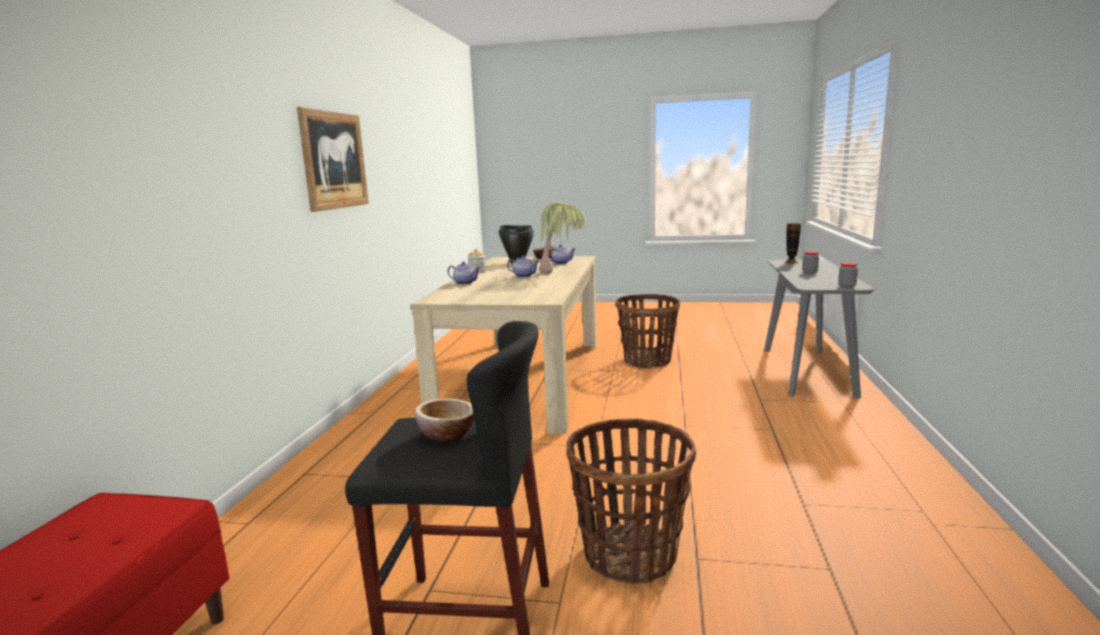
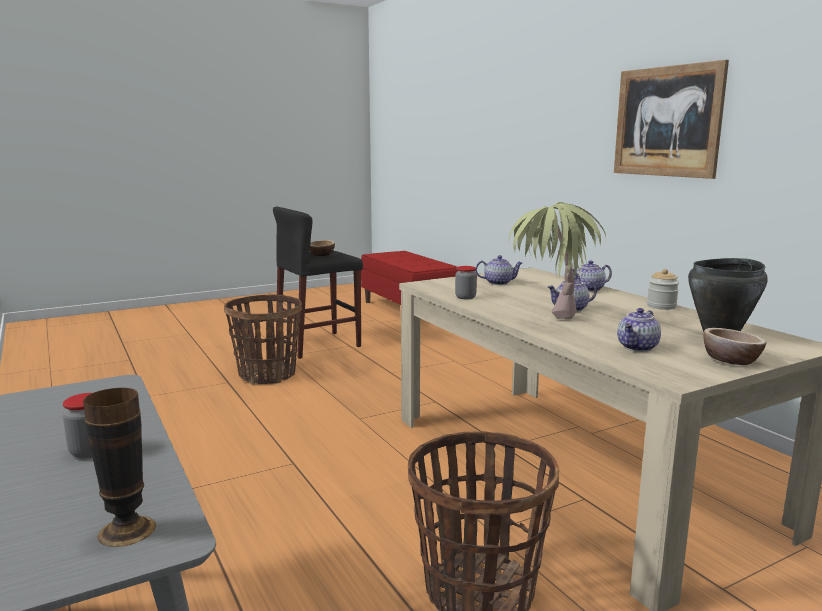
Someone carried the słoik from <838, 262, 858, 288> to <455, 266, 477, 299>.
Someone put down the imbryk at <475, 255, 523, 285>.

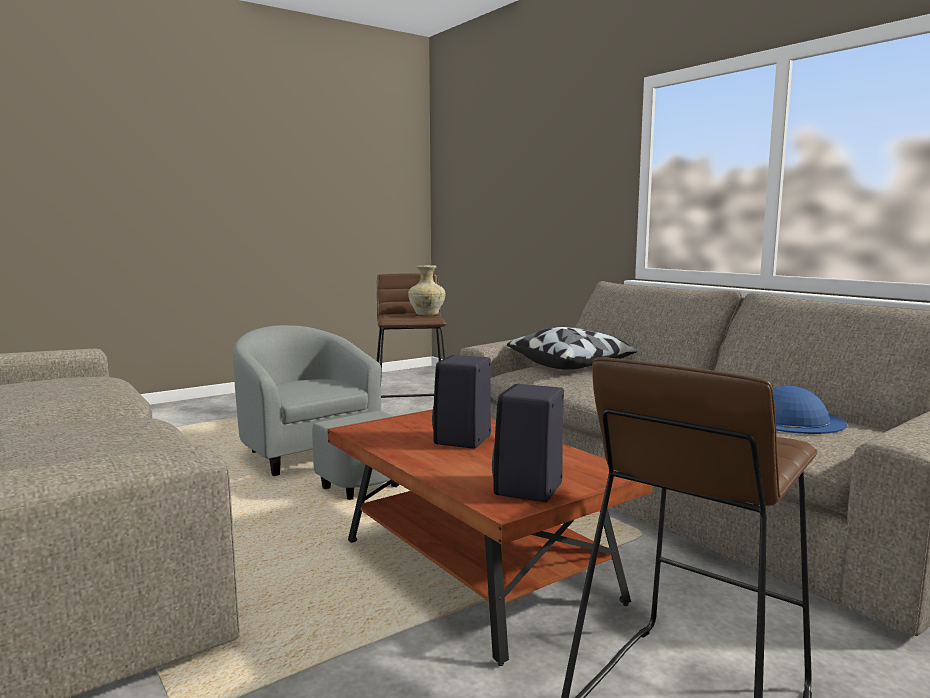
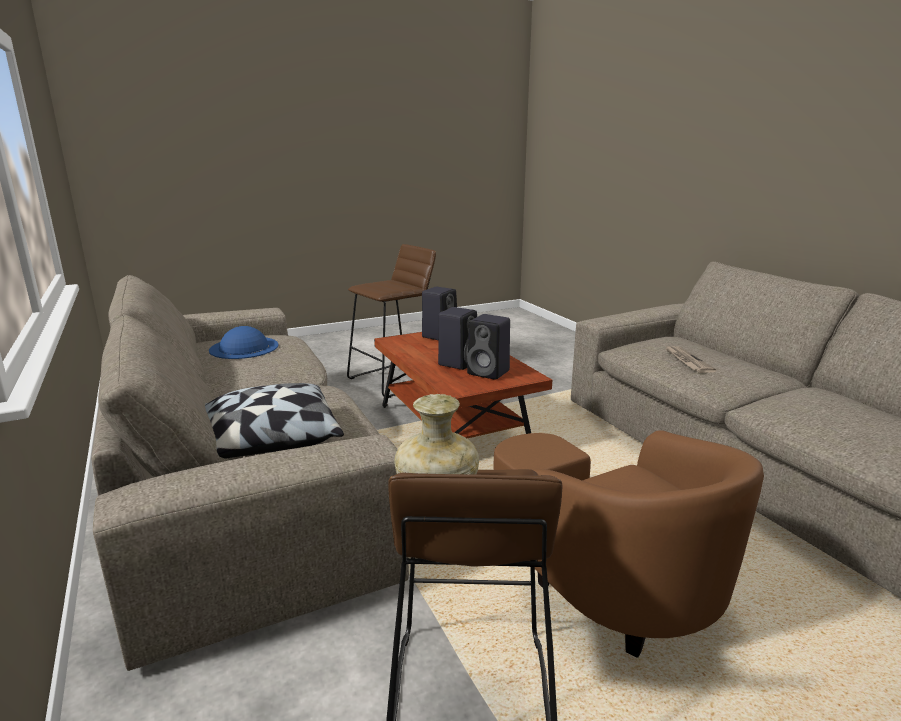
Someone repainted the fotel [szary] at <233, 325, 399, 500>, which became the fotel [brązowy] at <493, 430, 764, 658>.
Someone put down the głośnik [czarny] at <467, 314, 510, 380>.
Someone put down the gazeta at <665, 346, 716, 373>.

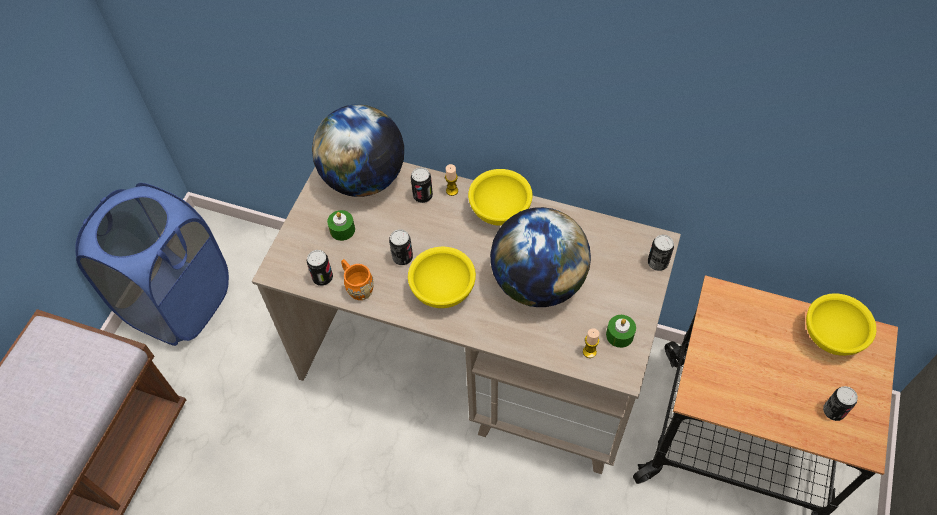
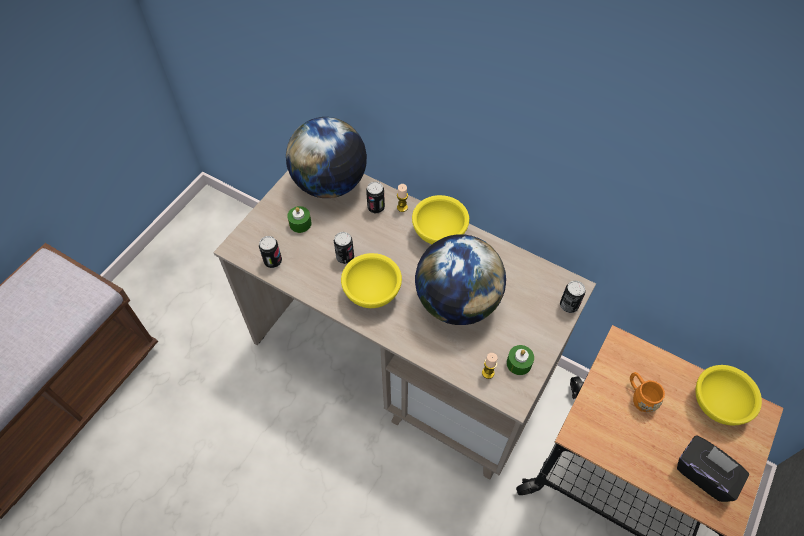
Someone took away the kosz na pranie [niebieski] at <75, 183, 229, 346>.
Someone carried the kubek [pomarańczowy] from <341, 259, 374, 300> to <630, 372, 665, 413>.
Someone swapped the puszka at <823, 386, 858, 421> for the pudełko chusteczek [czarny] at <677, 435, 749, 502>.

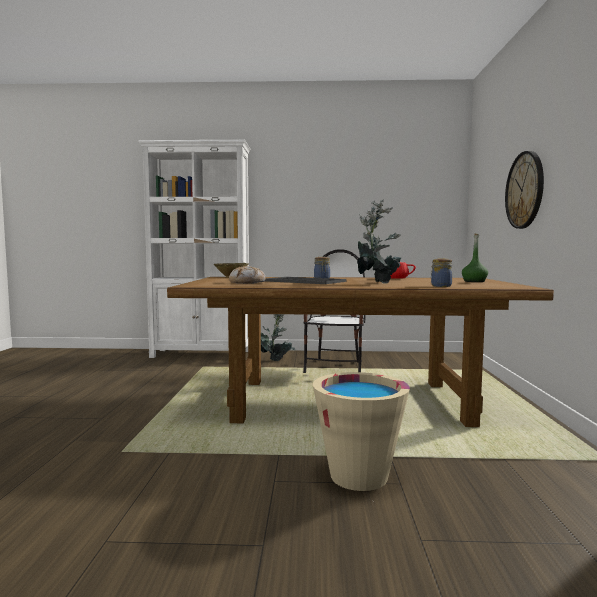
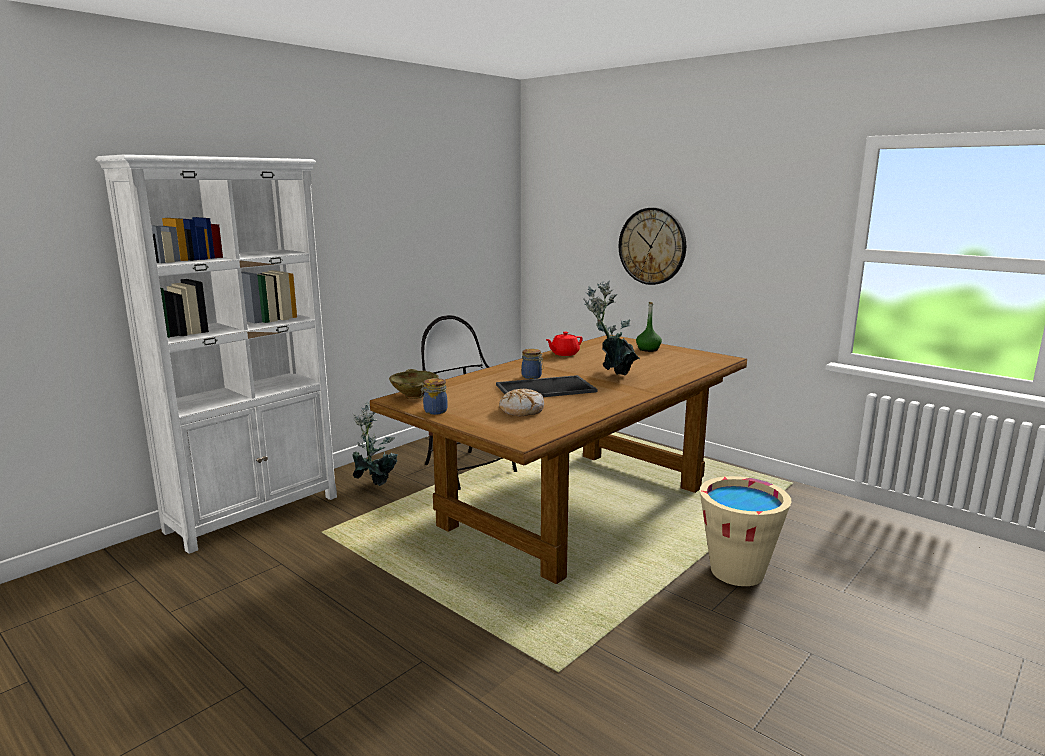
Someone carried the słoik from <431, 259, 452, 287> to <420, 378, 448, 415>.

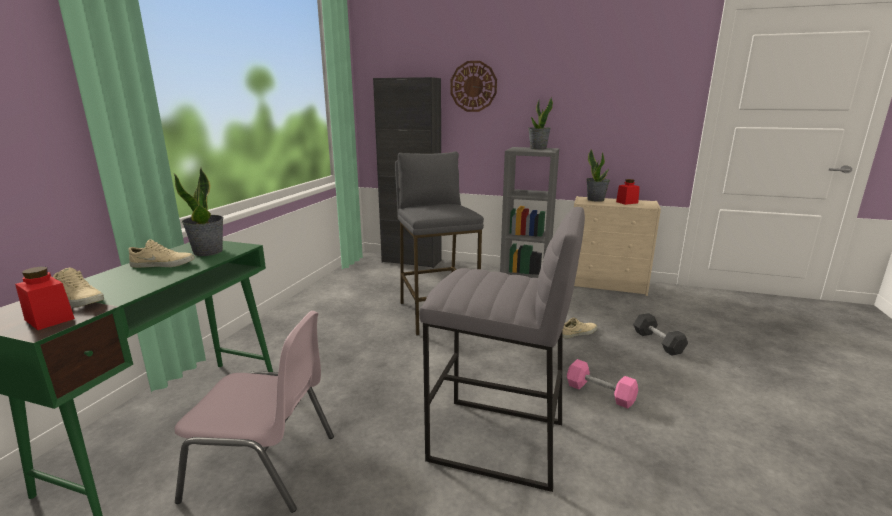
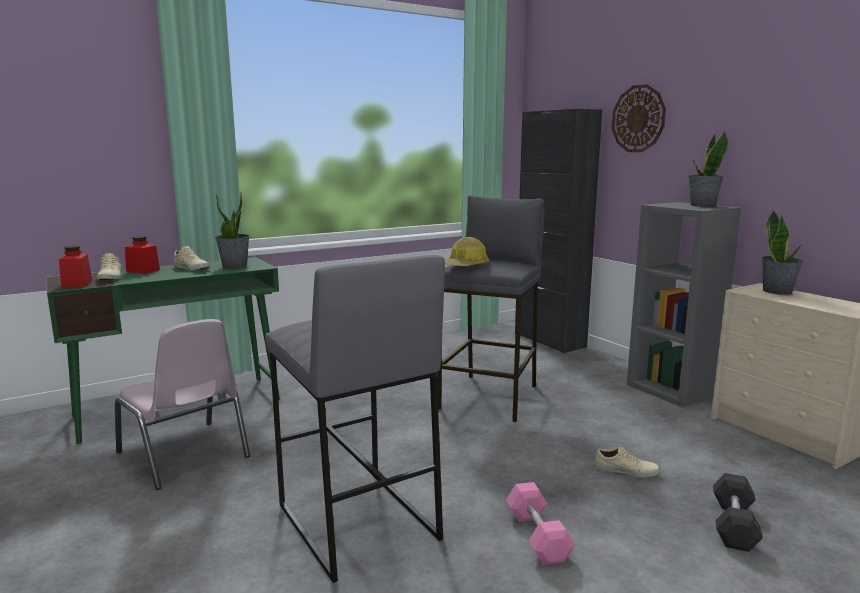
Someone carried the słoik [czerwony] from <616, 179, 640, 205> to <125, 236, 160, 274>.
Someone put down the kask at <445, 237, 489, 266>.

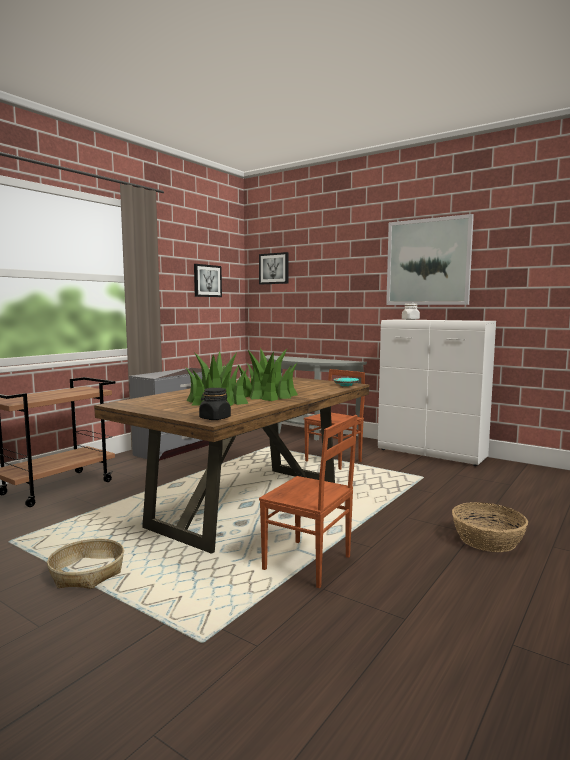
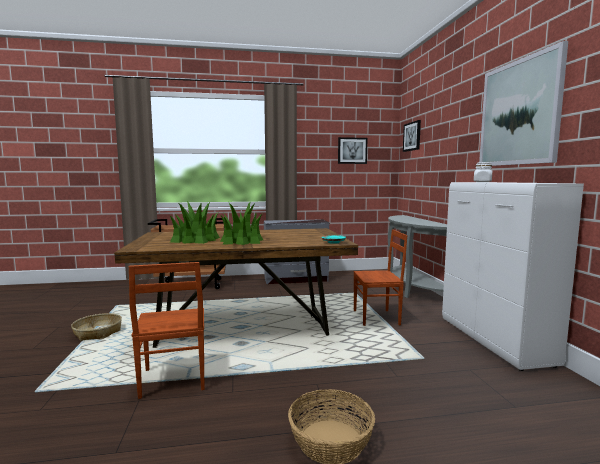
Someone took away the słoik [czarny] at <199, 388, 231, 420>.

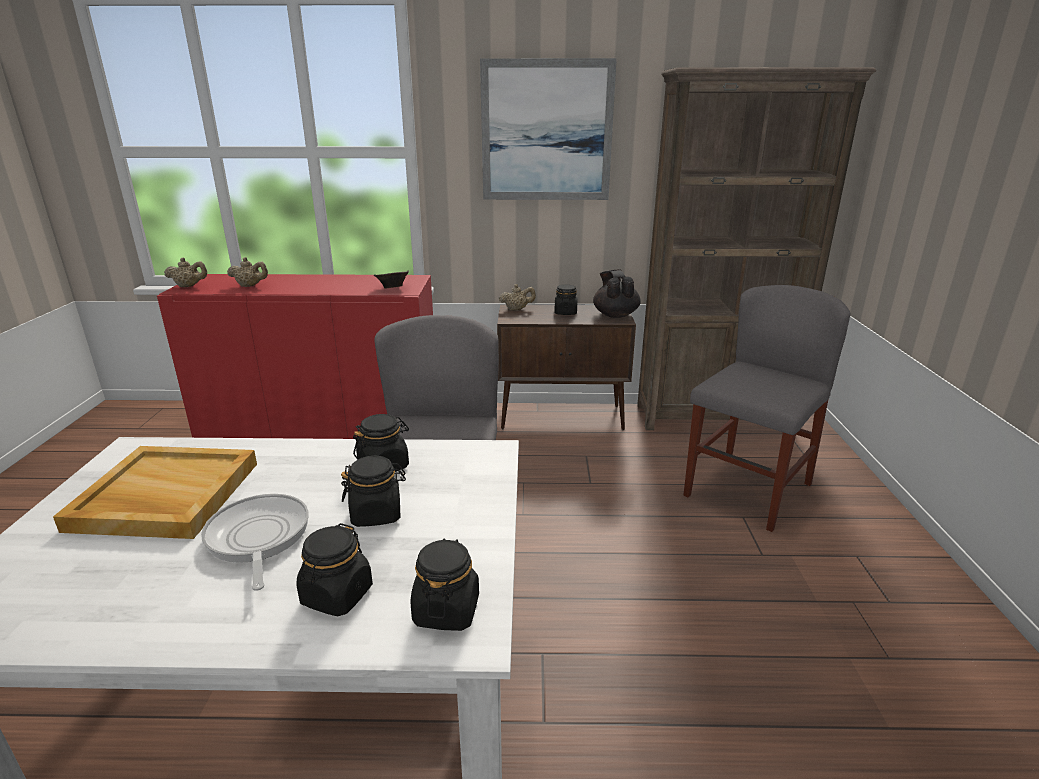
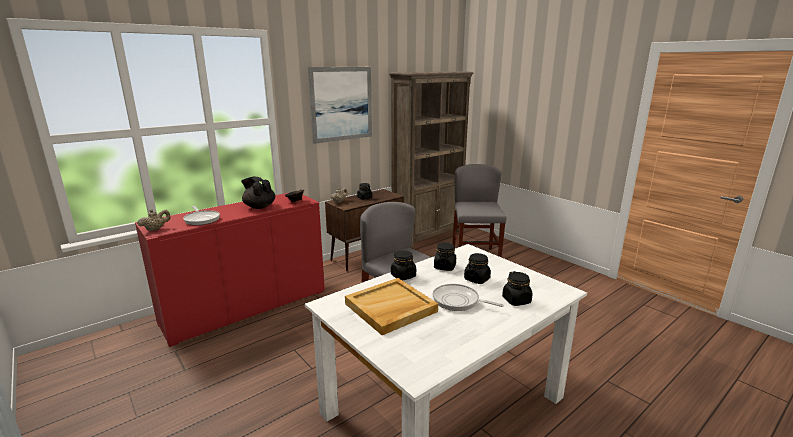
Someone swapped the imbryk [beżowy] at <227, 257, 268, 287> for the patelnia at <183, 206, 220, 225>.
Someone carried the imbryk [czarny] from <593, 269, 641, 318> to <241, 176, 275, 209>.
Someone carried the słoik [czarny] from <410, 538, 479, 631> to <391, 250, 416, 281>.

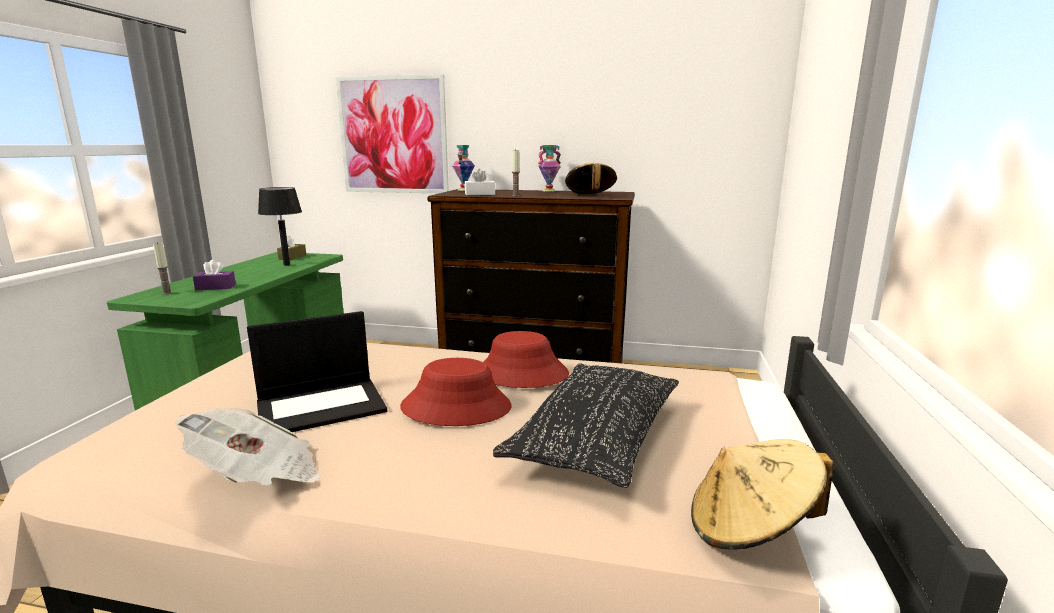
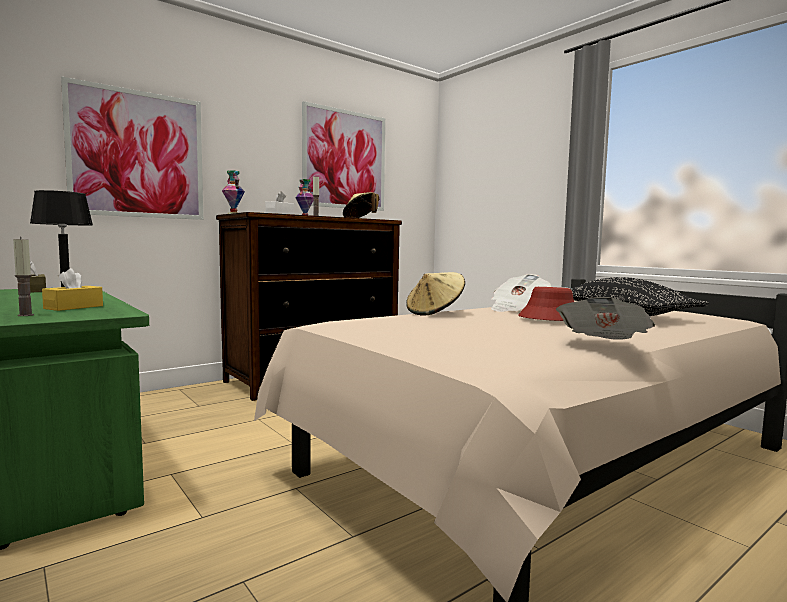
Someone repainted the pudełko chusteczek [fioletowy] at <193, 260, 236, 290>, which became the pudełko chusteczek [żółty] at <42, 268, 103, 311>.
Someone took away the laptop at <247, 311, 387, 432>.
Someone swapped the kapelusz [czerwony] at <483, 331, 569, 388> for the gazeta at <491, 274, 551, 312>.
Someone carried the kapelusz [beżowy] from <691, 439, 834, 549> to <406, 272, 465, 316>.
Someone put up the obraz at <302, 101, 385, 211>.

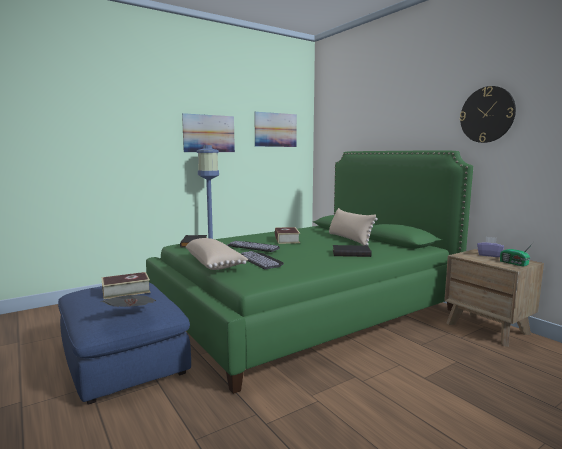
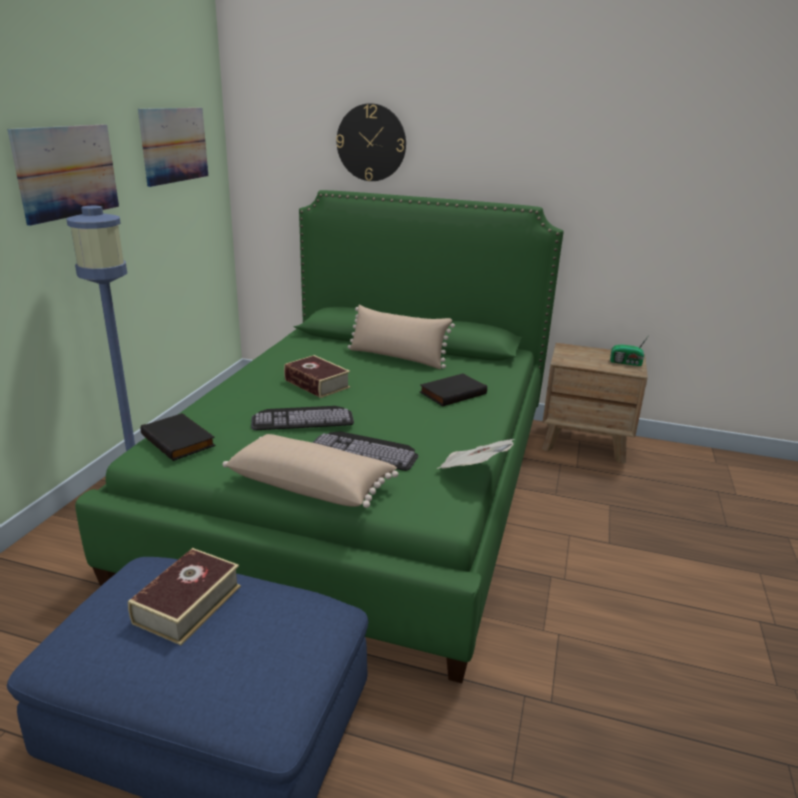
Someone carried the zegar ścienny from <460, 86, 516, 143> to <336, 103, 406, 181>.
Someone took away the pudełko chusteczek [fioletowy] at <477, 237, 504, 257>.
Someone carried the gazeta from <101, 295, 156, 307> to <437, 439, 514, 469>.

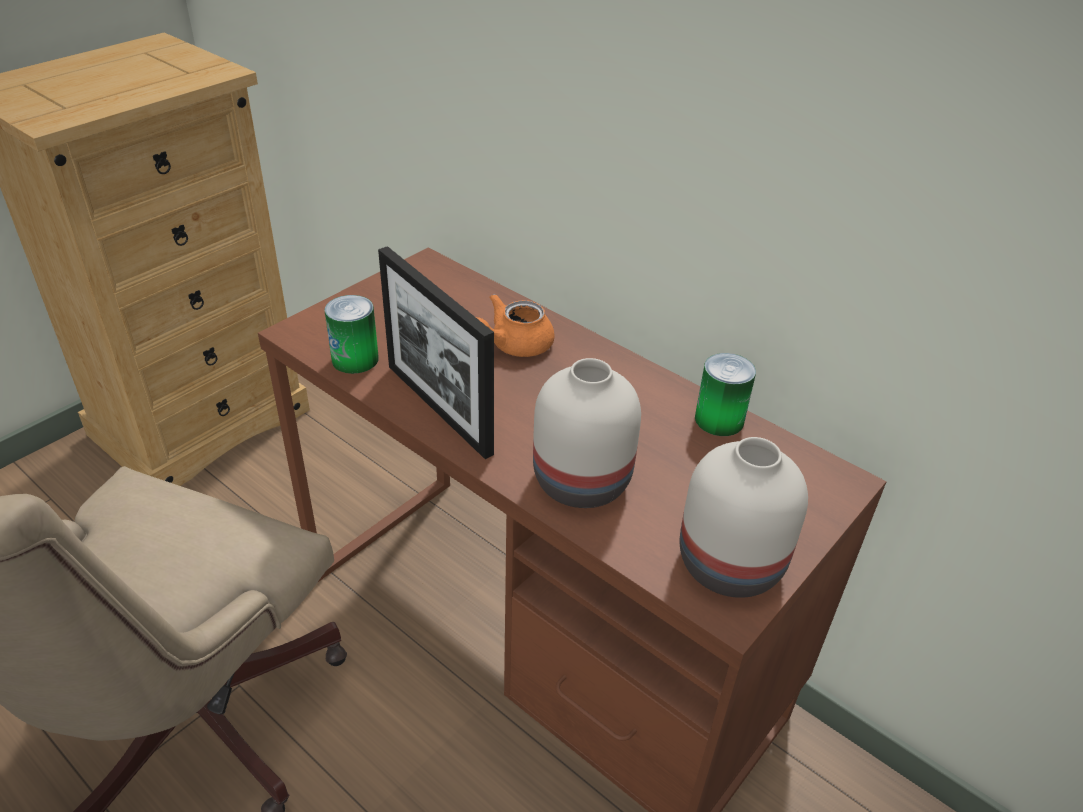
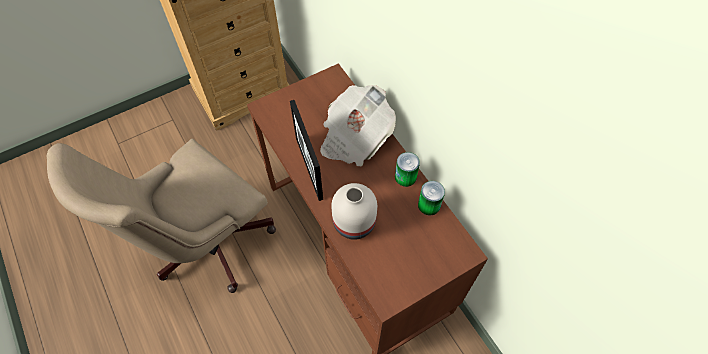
Someone swapped the imbryk [pomarańczowy] at <476, 294, 555, 357> for the gazeta at <320, 85, 396, 166>.
Someone carried the puszka from <325, 295, 379, 374> to <395, 152, 420, 187>.
Someone took away the wazon [biały] at <680, 437, 808, 598>.

